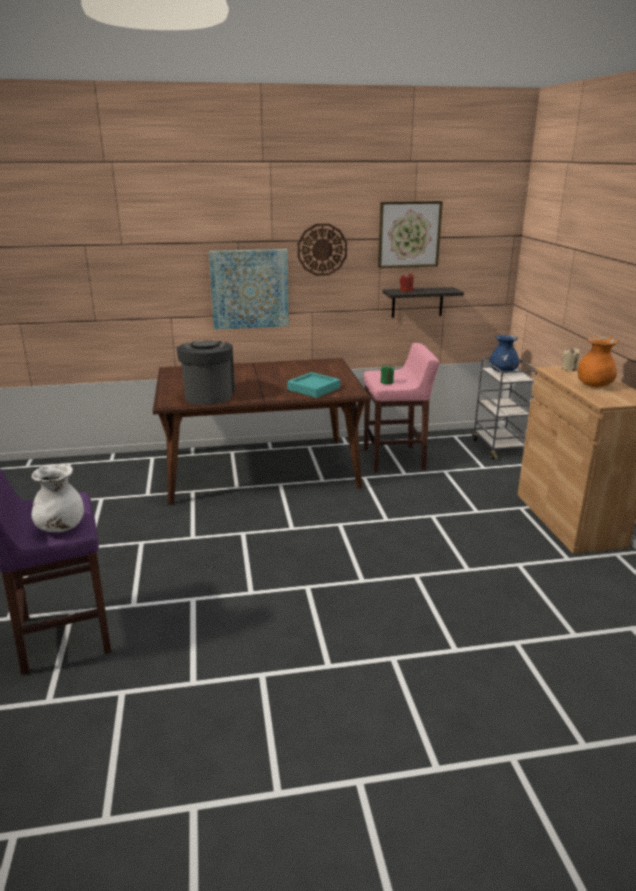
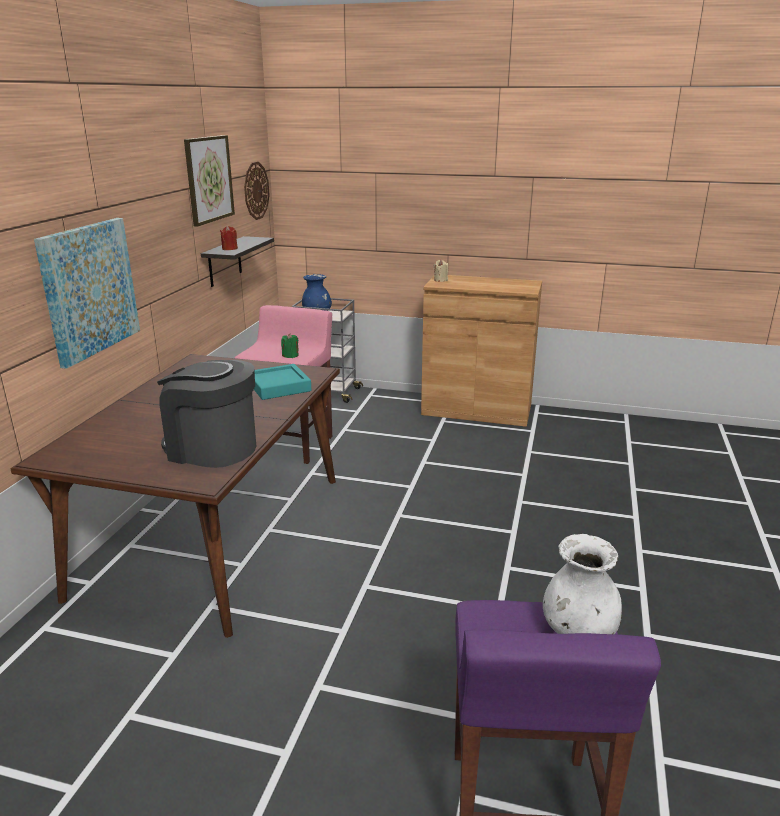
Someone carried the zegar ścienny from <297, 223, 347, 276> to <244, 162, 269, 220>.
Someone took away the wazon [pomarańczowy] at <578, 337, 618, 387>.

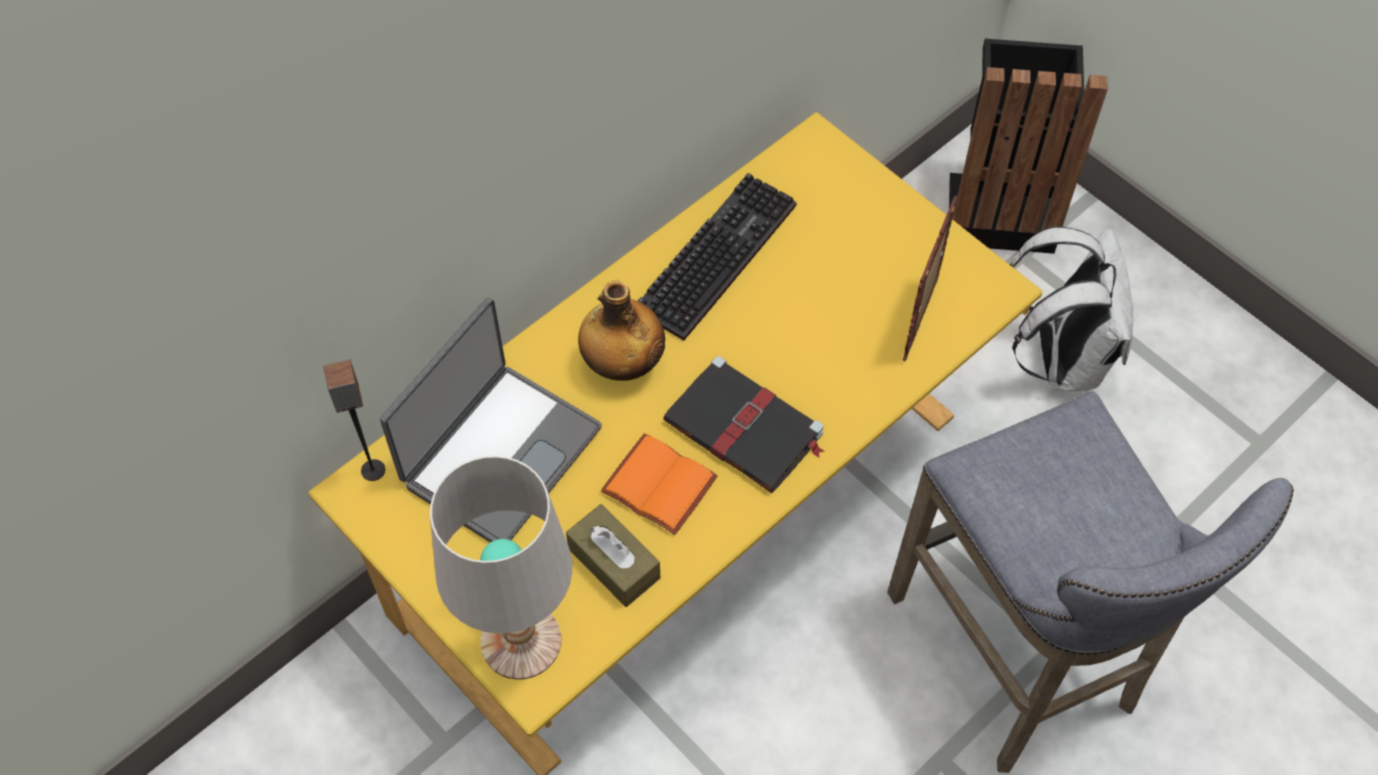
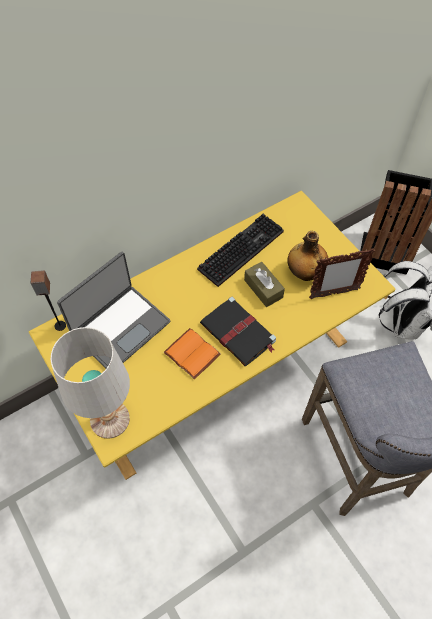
Someone rotated the ramka na zdjęcie at <902, 196, 958, 361> by 135 degrees counterclockwise.
Someone carried the butelka from <578, 280, 665, 381> to <288, 231, 328, 281>.
Someone carried the pudełko chusteczek [brązowy] from <566, 504, 660, 607> to <244, 262, 285, 307>.

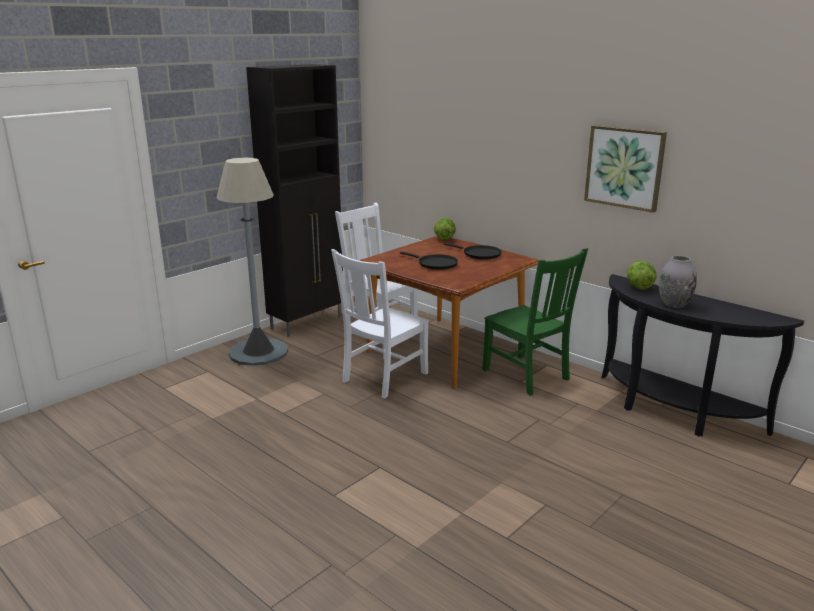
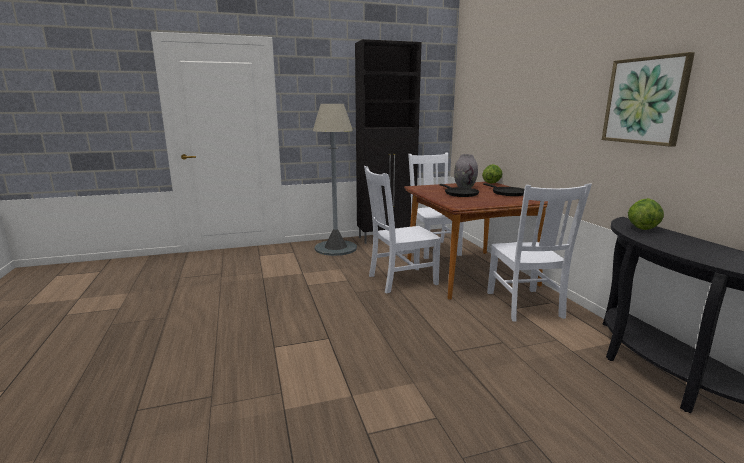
Someone repainted the krzesło [zielony] at <482, 248, 588, 396>, which became the krzesło [biały] at <487, 183, 592, 322>.
Someone carried the wazon [szary] from <659, 255, 697, 308> to <454, 154, 478, 188>.

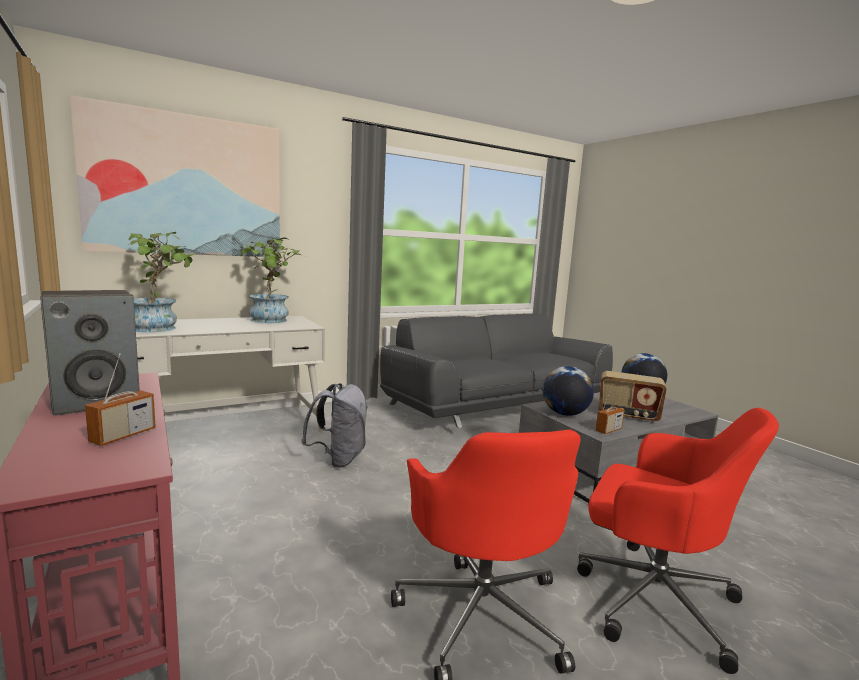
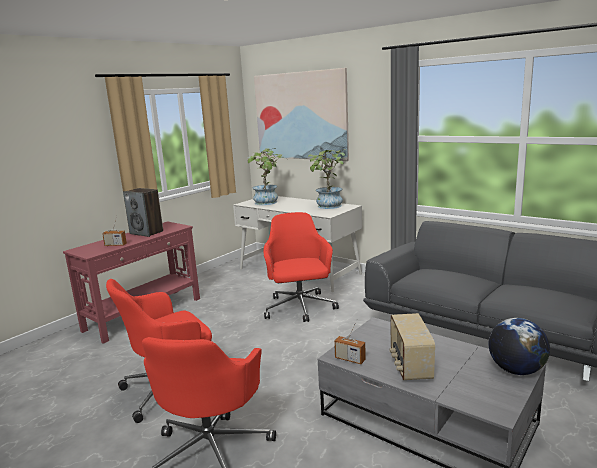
Someone took away the globus at <543, 366, 594, 416>.
Someone swapped the plecak [szary] at <301, 383, 367, 468> for the krzesło biurowe [czerwony] at <263, 212, 339, 322>.

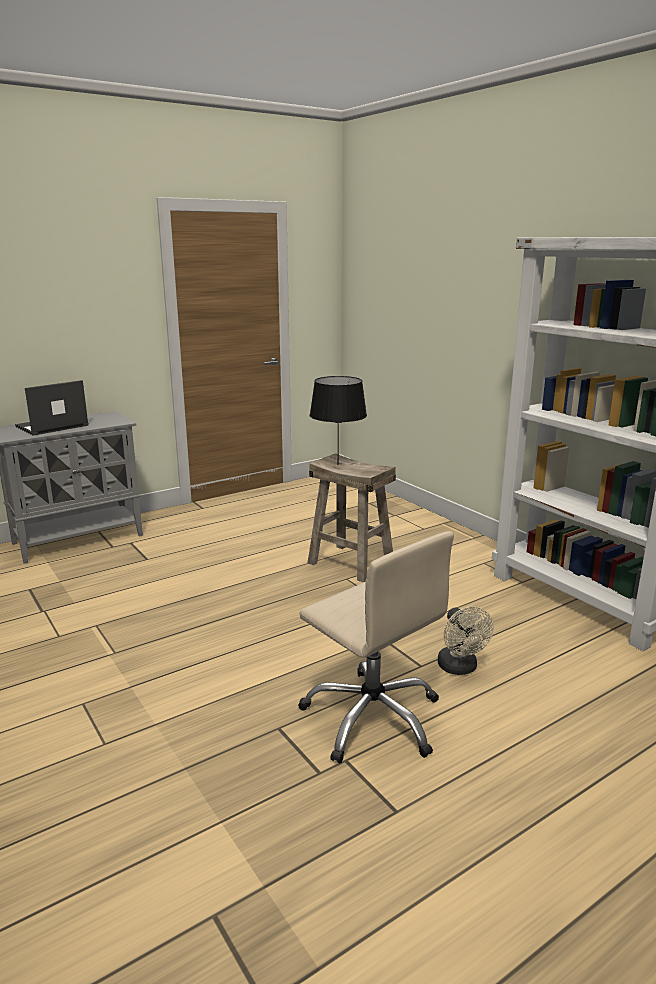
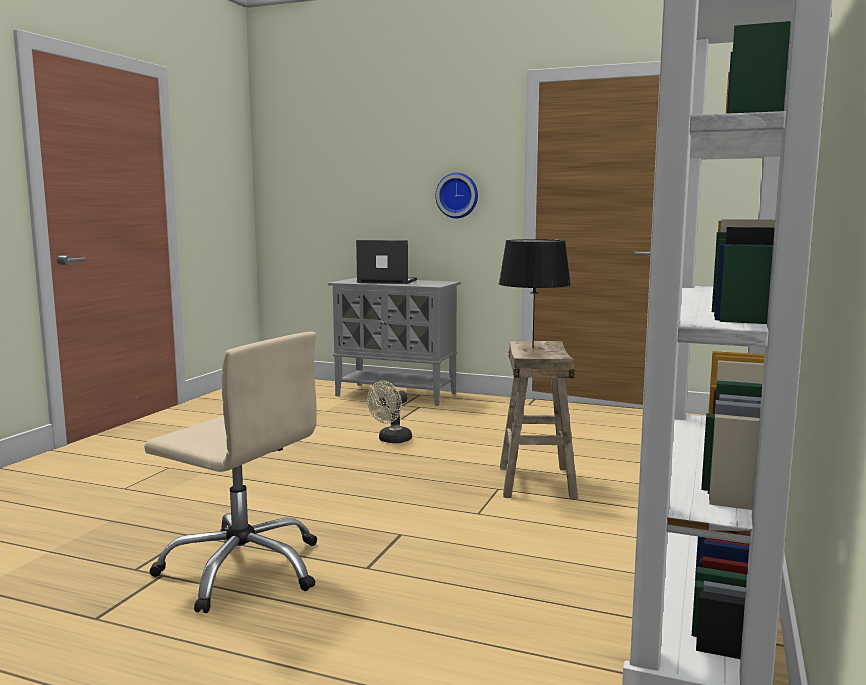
Someone rotated the krzesło biurowe [beżowy] at <298, 531, 454, 764> by 75 degrees counterclockwise.
Someone carried the wentylator [beżowy] from <438, 607, 494, 675> to <367, 381, 412, 443>.
Someone put up the zegar ścienny at <435, 173, 478, 218>.

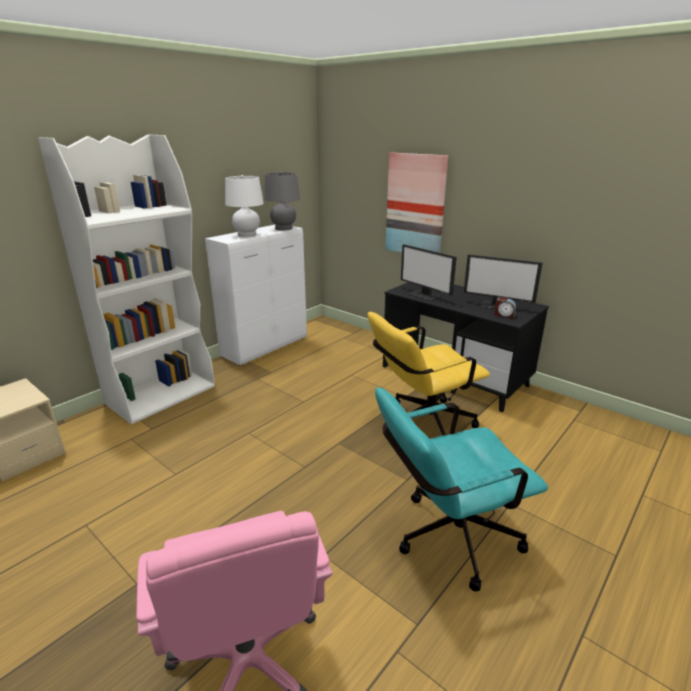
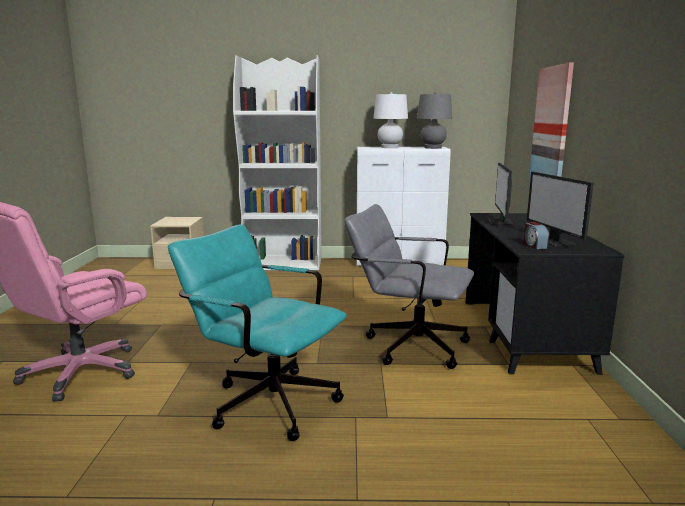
Someone repainted the krzesło biurowe [żółty] at <368, 312, 490, 436>, which became the krzesło biurowe [szary] at <344, 204, 474, 369>.

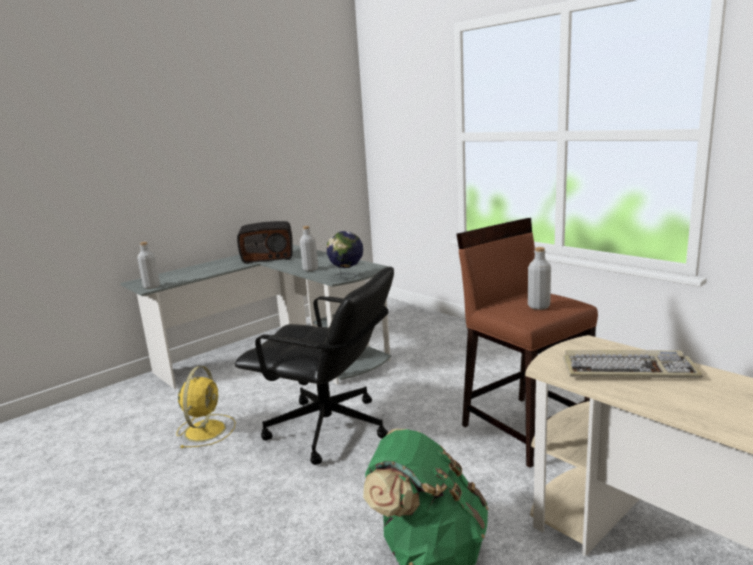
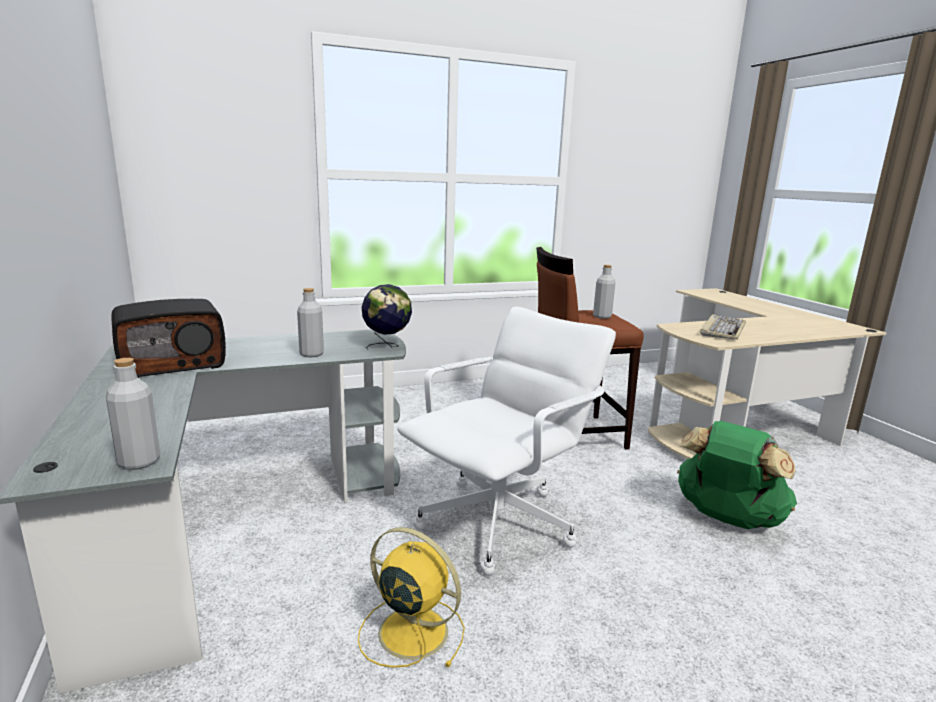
Someone rotated the radio at <237, 221, 293, 264> by 45 degrees clockwise.
Someone repainted the krzesło biurowe [czarny] at <235, 267, 394, 465>, which became the krzesło biurowe [biały] at <397, 307, 616, 576>.

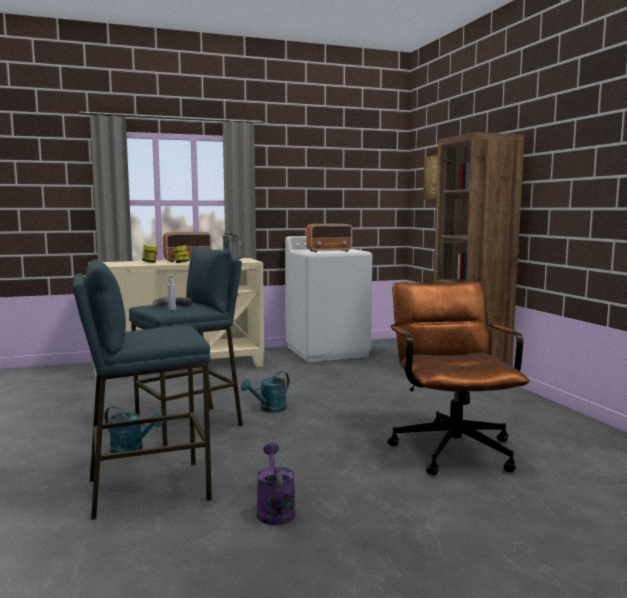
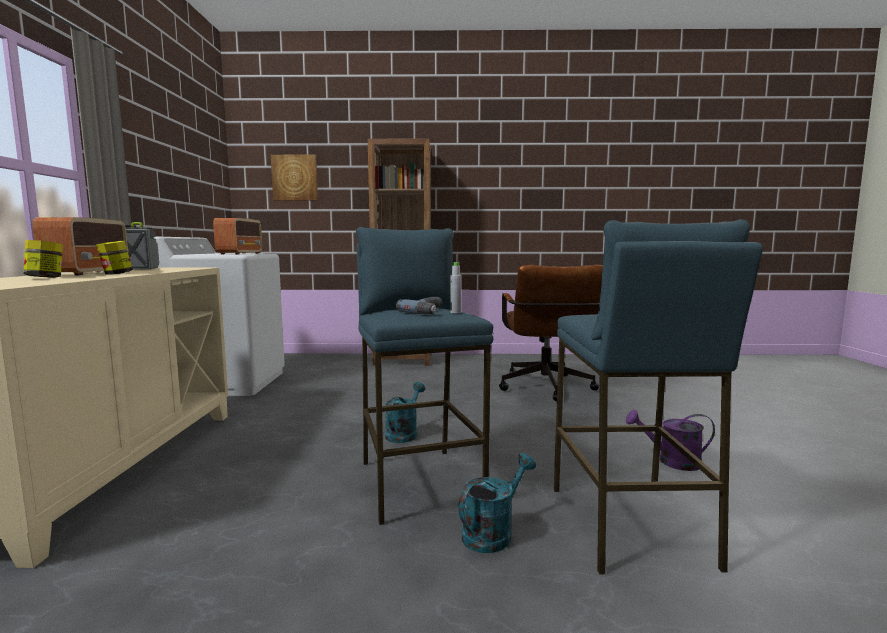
Someone rotated the krzesło biurowe [brązowy] at <387, 281, 529, 475> by 105 degrees counterclockwise.
Someone rotated the konewka [turkusowy] at <241, 371, 289, 413> by 135 degrees counterclockwise.

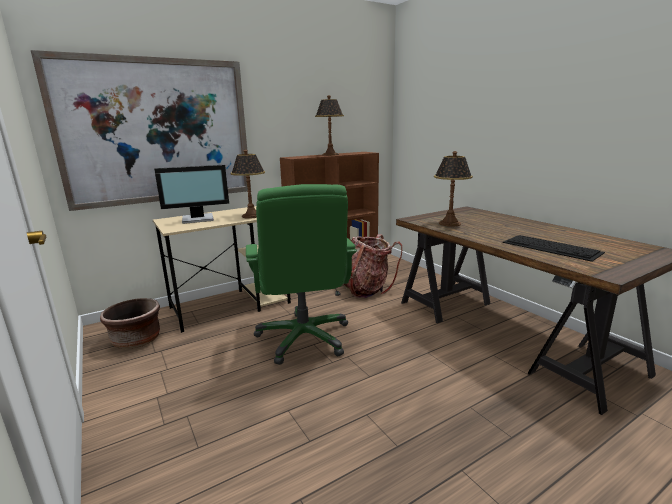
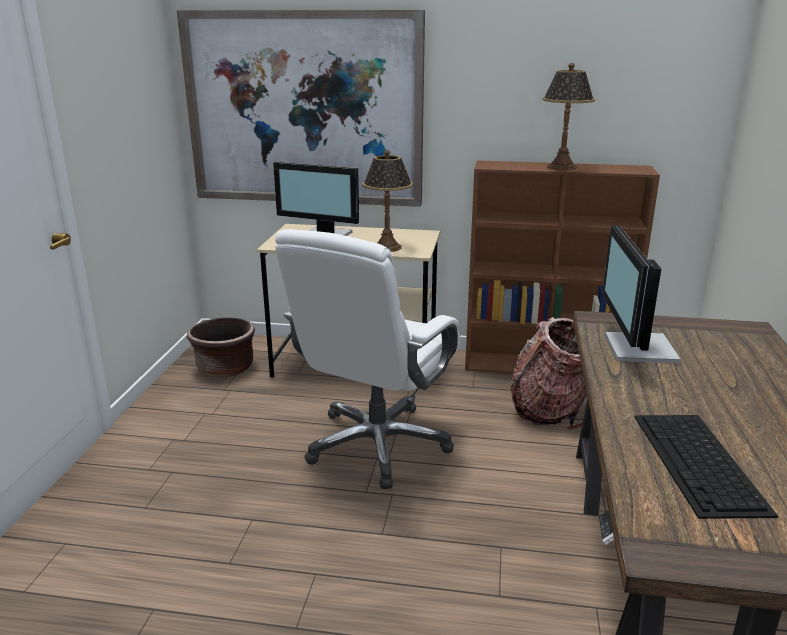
Someone swapped the lampa stołowa at <434, 151, 473, 227> for the monitor at <602, 225, 681, 363>.
Someone repainted the krzesło biurowe [zielony] at <246, 184, 357, 365>, which became the krzesło biurowe [biały] at <275, 229, 460, 489>.

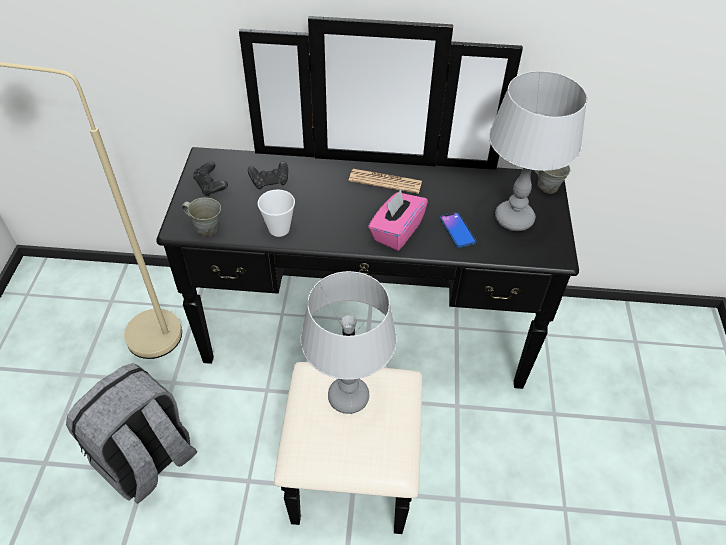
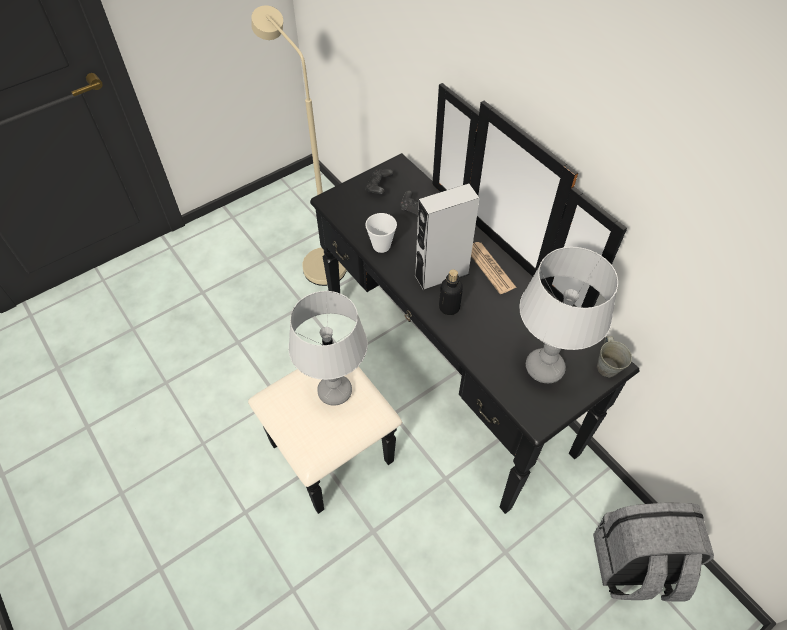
Someone swapped the pudełko chusteczek [różowy] at <368, 190, 428, 251> for the butelka at <439, 269, 463, 315>.
Someone took away the kubek [szary] at <182, 197, 221, 237>.
Someone took away the telefon at <440, 212, 476, 248>.
Someone carried the plecak [szary] from <66, 363, 197, 504> to <593, 502, 714, 602>.
Someone put down the głośnik [szary] at <415, 183, 480, 291>.

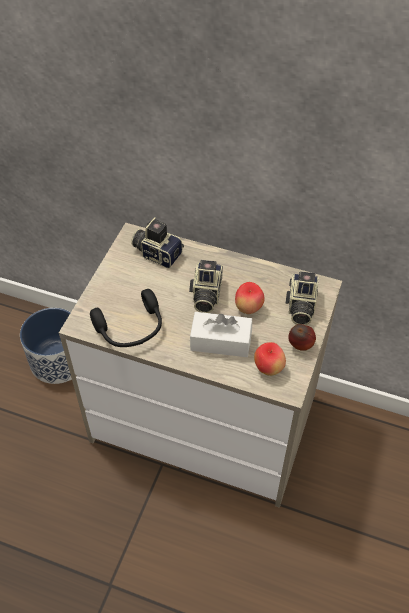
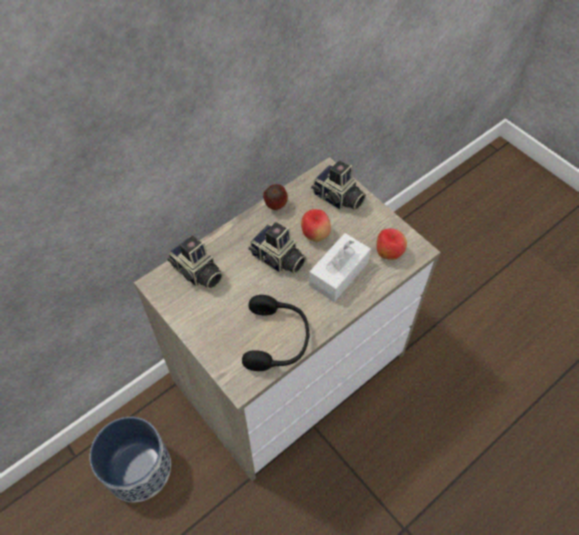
Someone rotated the aparat fotograficzny at <131, 217, 184, 268> by 105 degrees counterclockwise.
Someone carried the jabłko from <288, 324, 316, 351> to <263, 184, 288, 210>.

